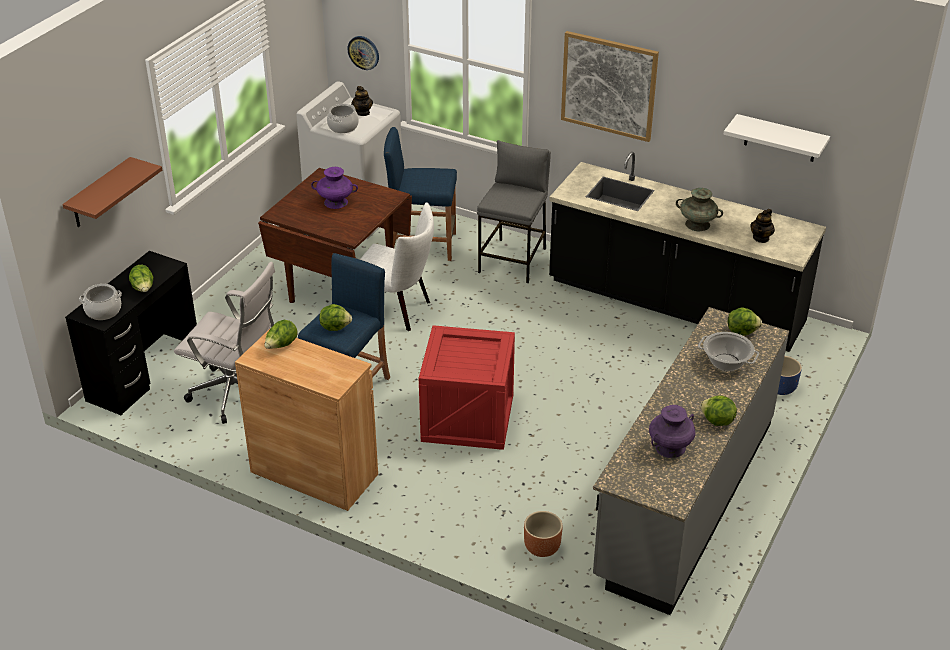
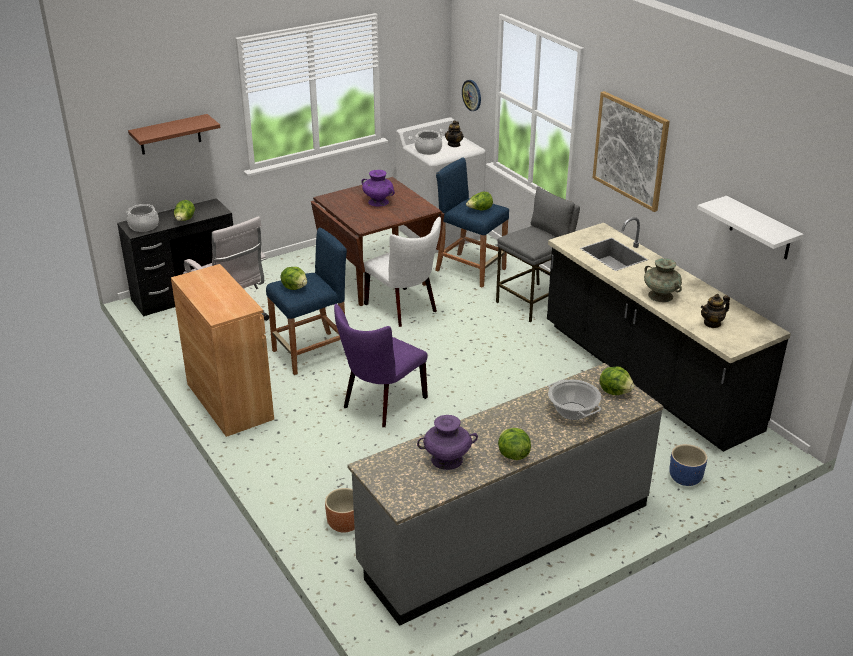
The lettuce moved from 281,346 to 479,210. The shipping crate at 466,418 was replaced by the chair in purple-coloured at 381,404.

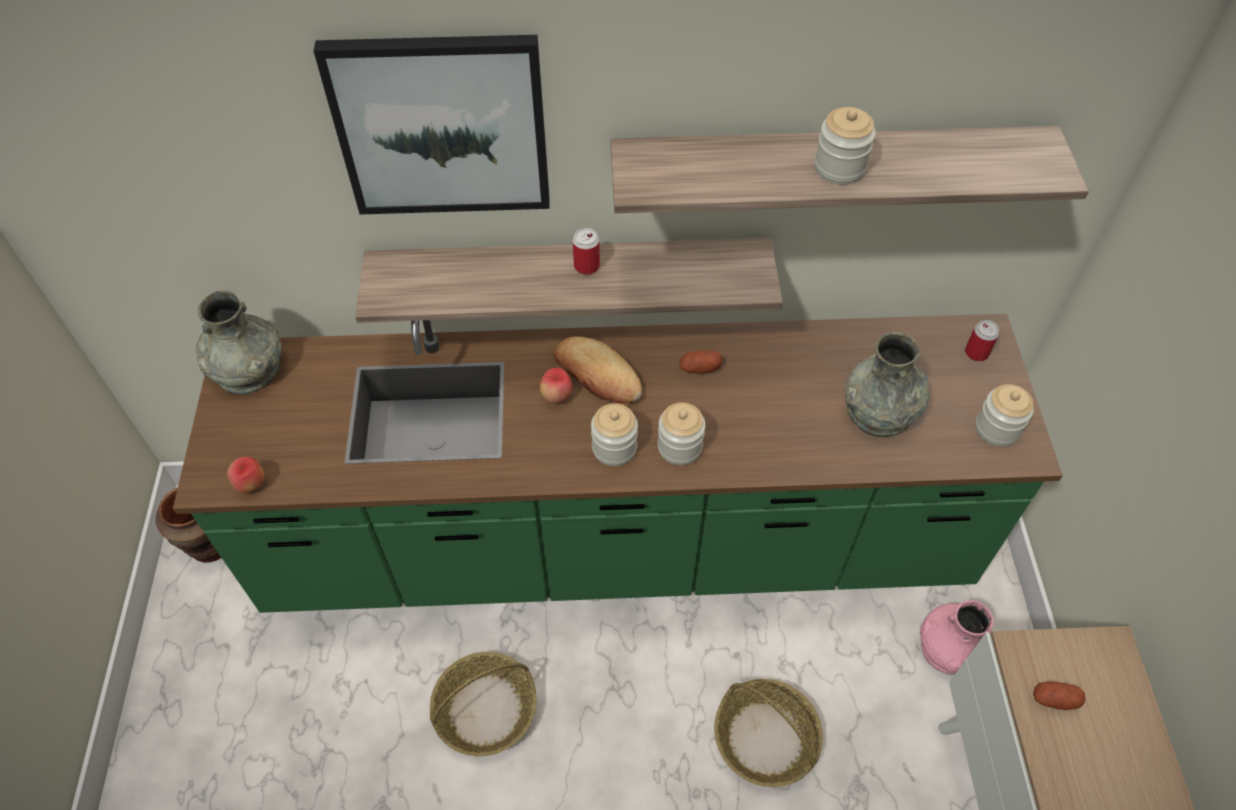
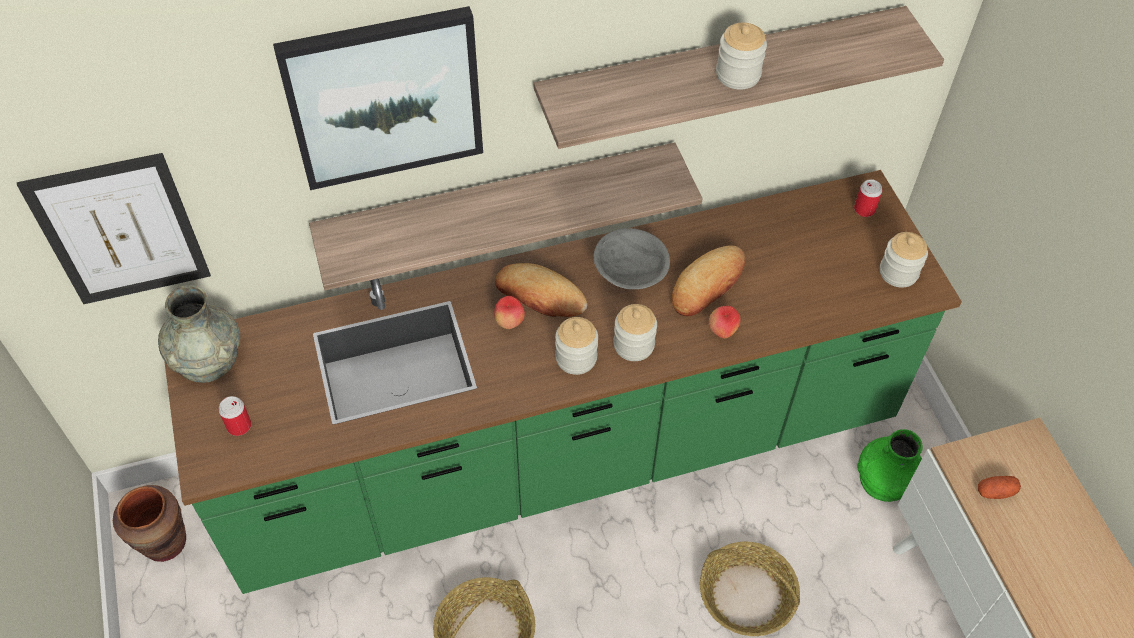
The apple moved from 251,484 to 722,331. The sealed can moved from 586,266 to 239,426. The whole potato at 699,368 was replaced by the bowl in grey at 630,271. The decorative vase in grey at 880,410 disappeared. The decorative vase in pink-coloured at 949,648 became the decorative vase in green-coloured at 885,478. The wall art at 120,231 appeared. The bread at 708,285 appeared.

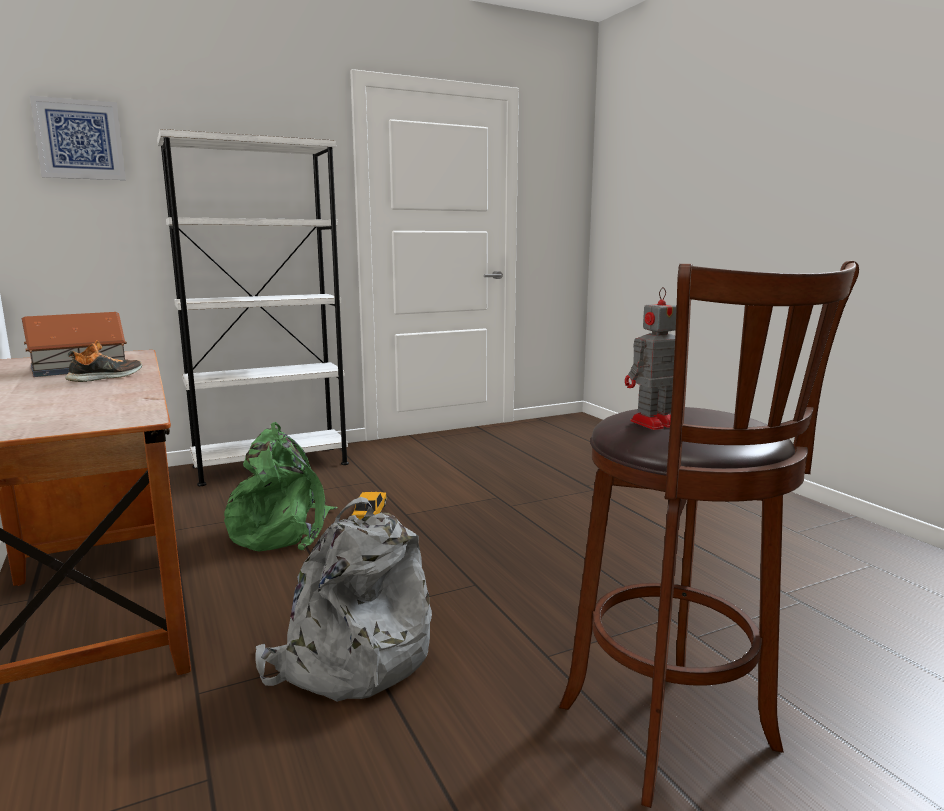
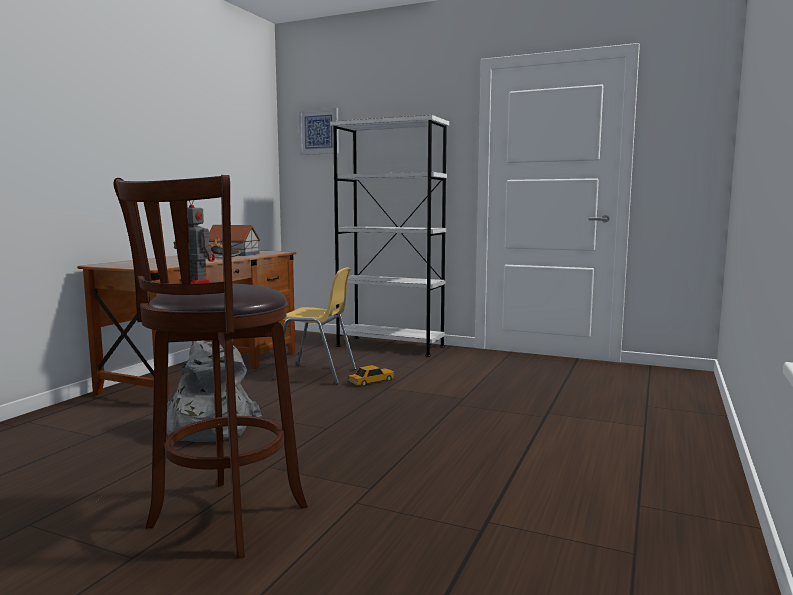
The rucksack in green-coloured at 282,530 was replaced by the chair in yellow-coloured at 317,374.

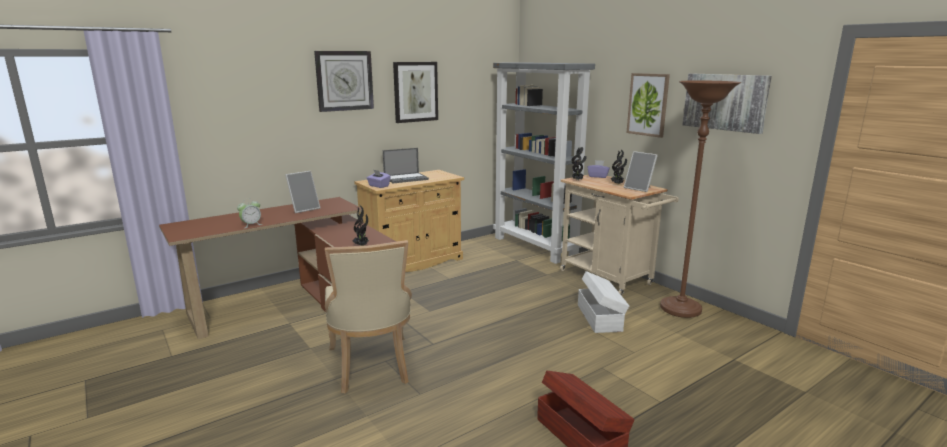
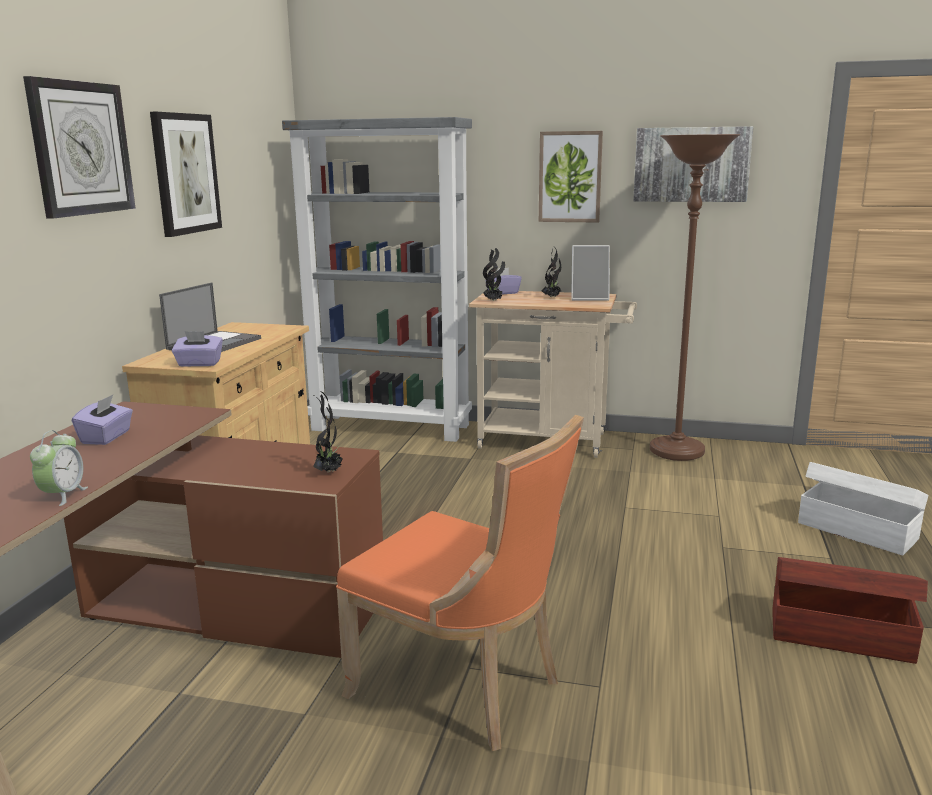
The standing frame at 304,209 was replaced by the box of tissues in purple-coloured at 106,437. The chair in beige-coloured at 371,366 became the chair in orange at 464,687. The storage box in whitish moved from 600,317 to 856,530.

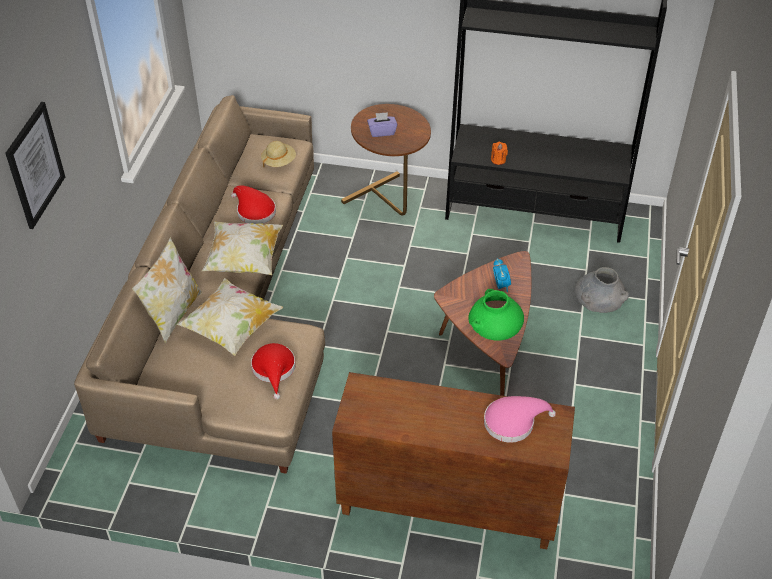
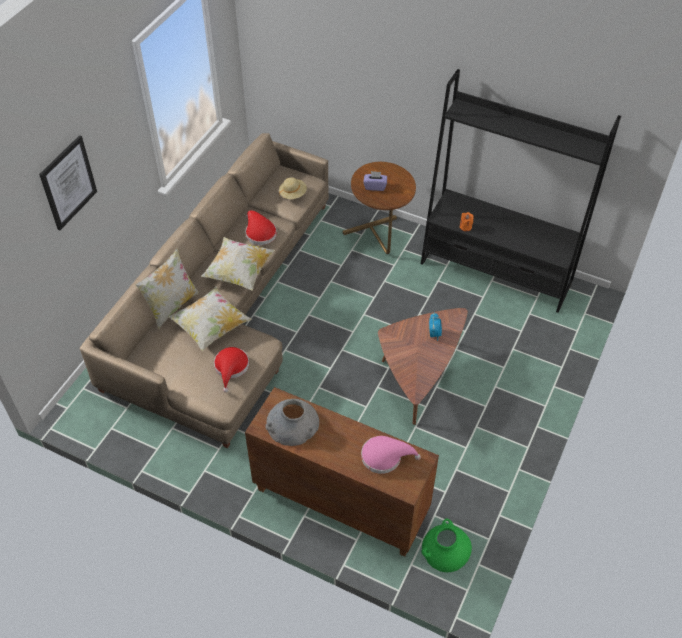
The decorative vase in green-coloured moved from 495,320 to 445,549. The decorative vase in grey moved from 600,295 to 293,424.

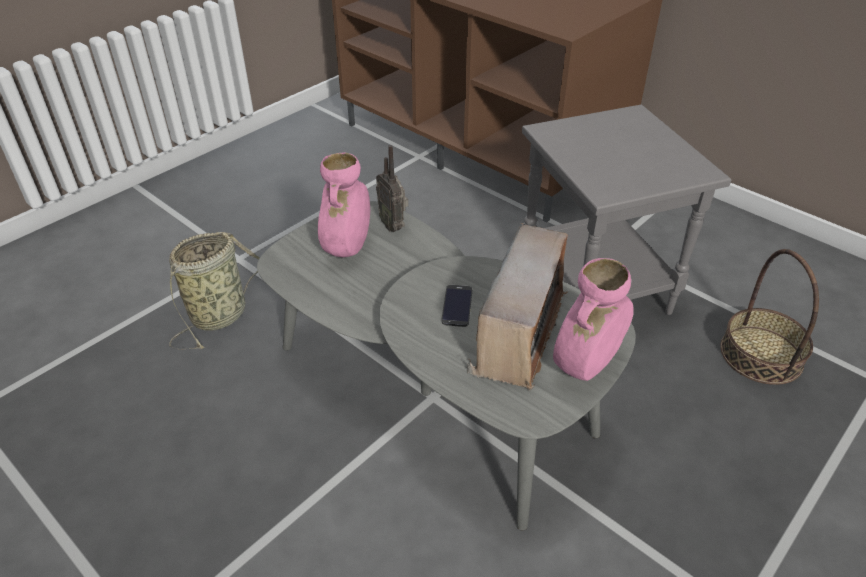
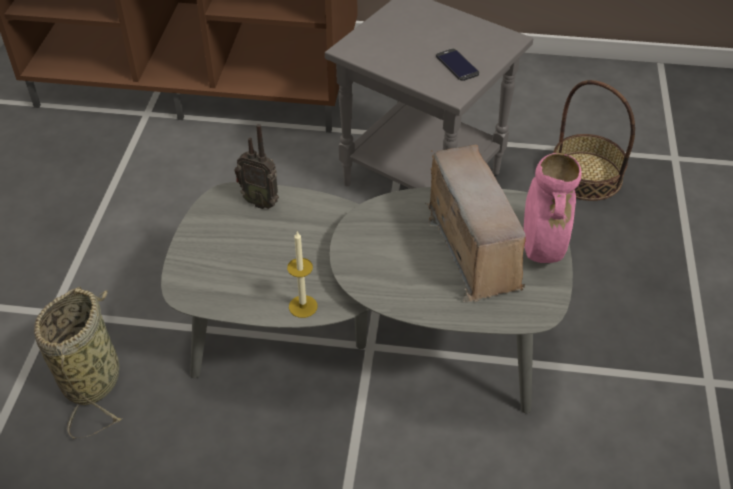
The decorative vase in pink-coloured at 348,248 disappeared. The handset moved from 457,306 to 457,65. The candle at 303,306 appeared.

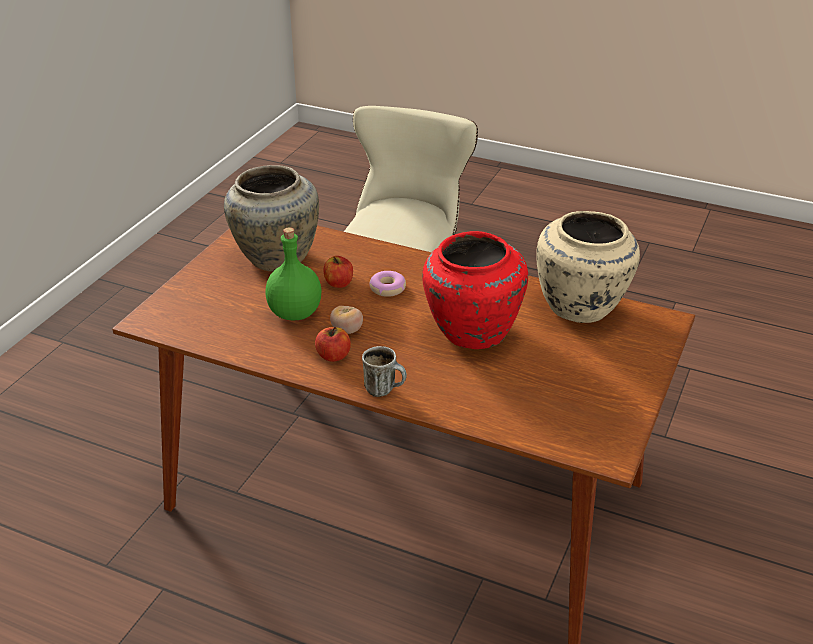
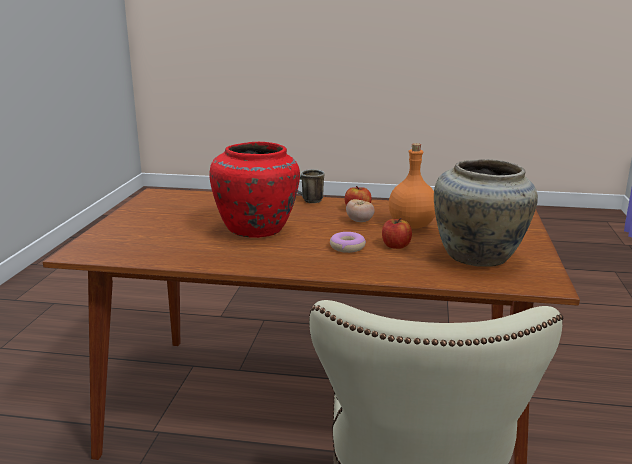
The bottle in green-coloured at 295,312 became the bottle in orange at 411,226. The decorative vase in beige-coloured at 581,308 disappeared.

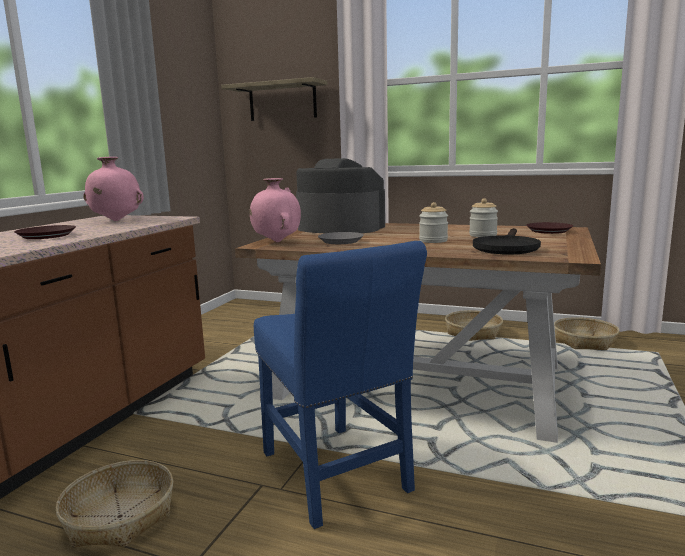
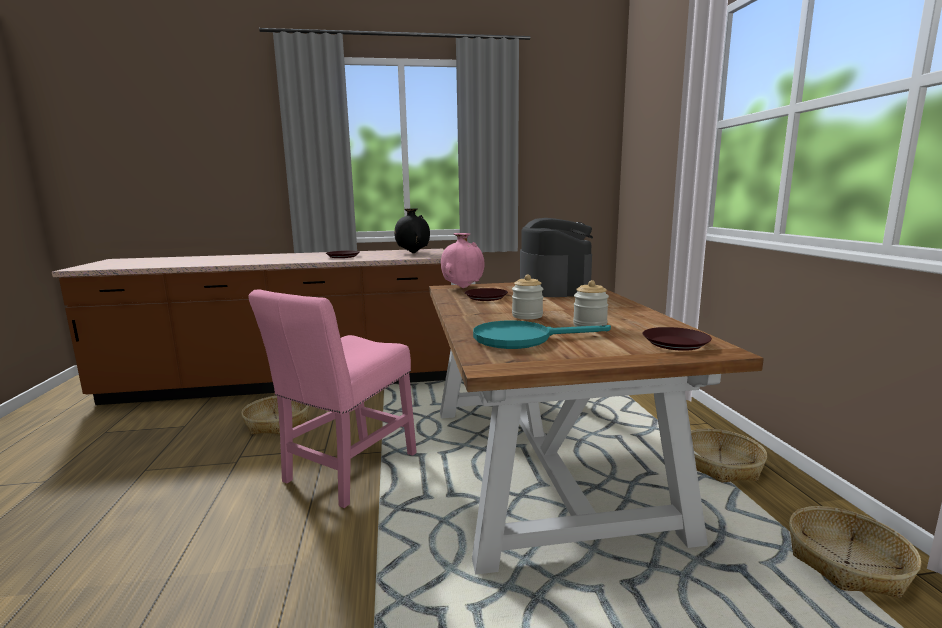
The decorative vase in pink-coloured at 116,221 became the decorative vase in blackish at 413,253. The wall shelf at 282,101 disappeared. The chair in bluish at 336,476 became the chair in pink-coloured at 347,471. The plate in grey at 340,241 became the plate in brownish at 485,298. The frying pan in blackish at 506,247 became the frying pan in blue-green at 523,339.

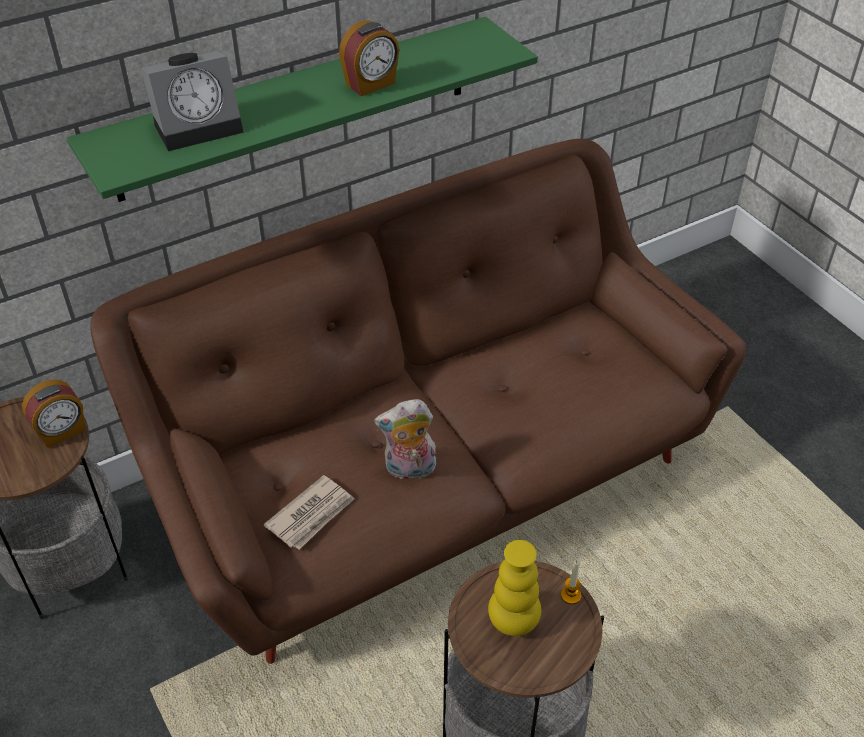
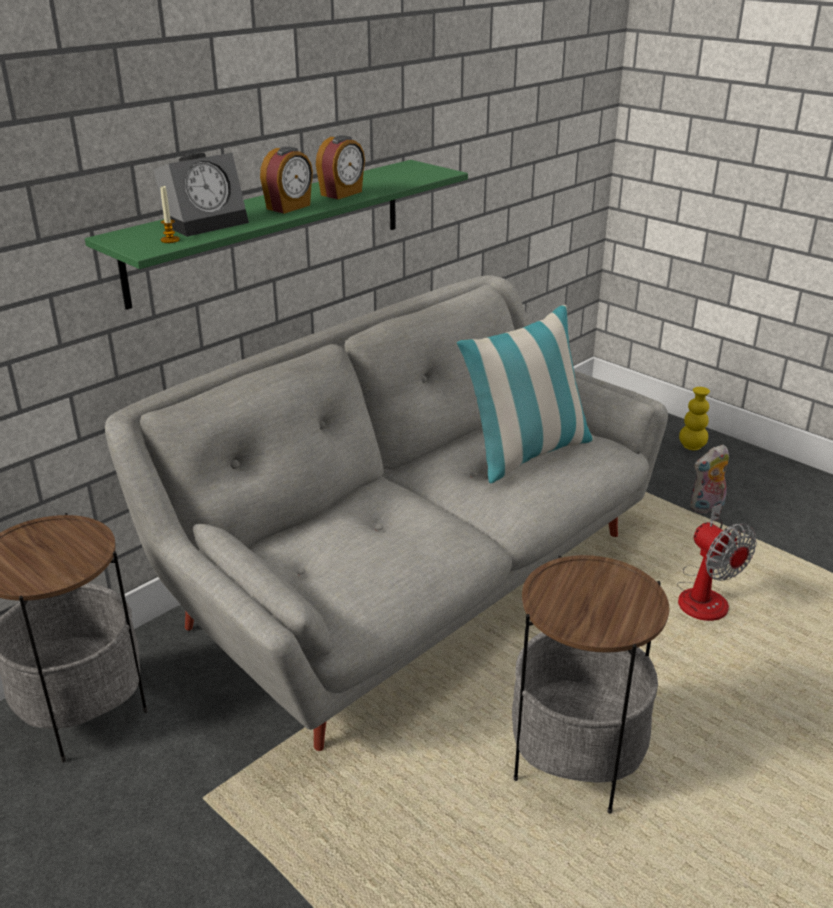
The bedside clock moved from 61,432 to 289,207. The settee in brownish at 432,478 became the settee in grey at 416,581. The newspaper at 311,515 disappeared. The soft toy moved from 409,470 to 706,508. The decorative vase in yellow-coloured moved from 513,621 to 691,447. The candle moved from 570,595 to 170,240. The pillow at 527,454 appeared. The cooling fan at 705,595 appeared.

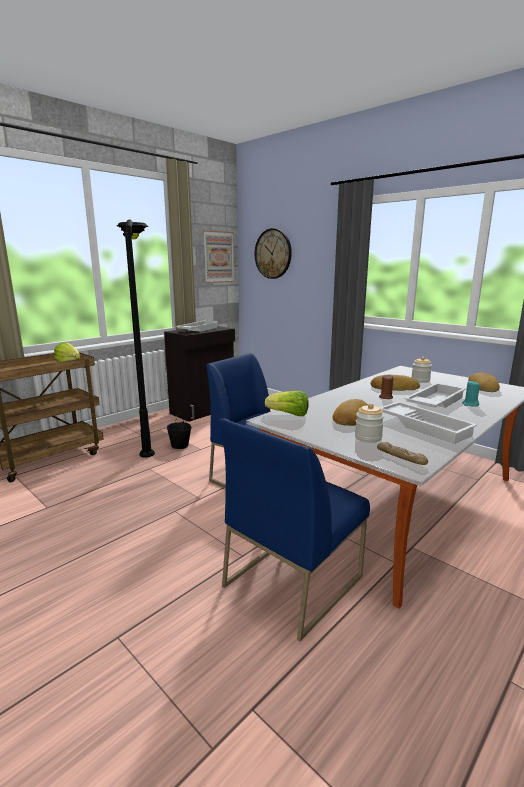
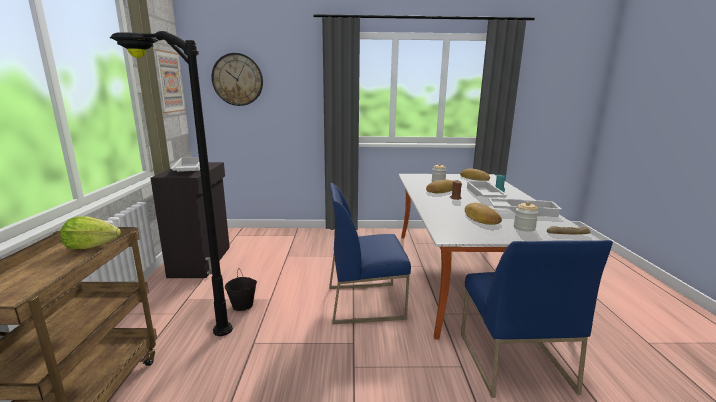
The lettuce at 289,415 disappeared.

